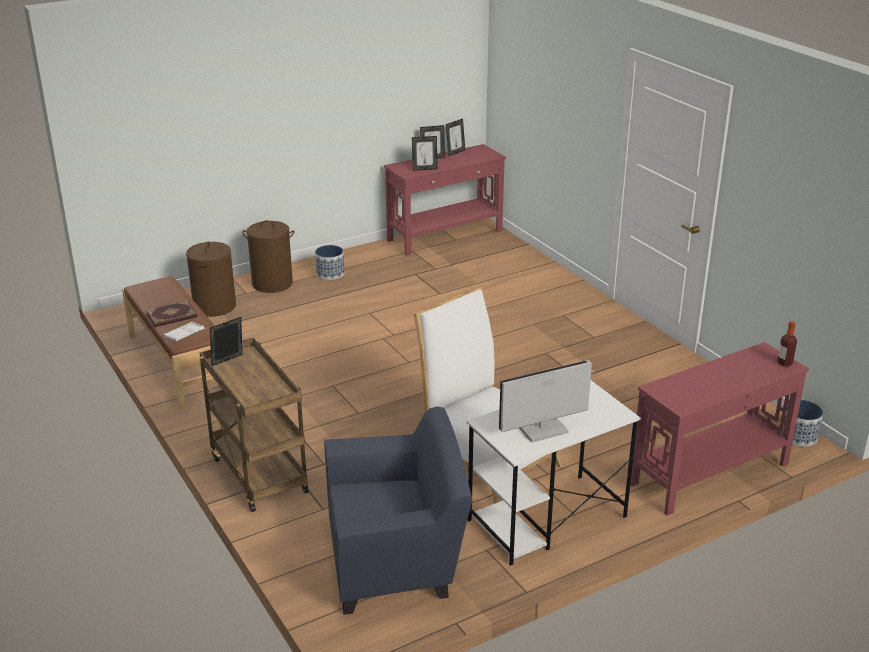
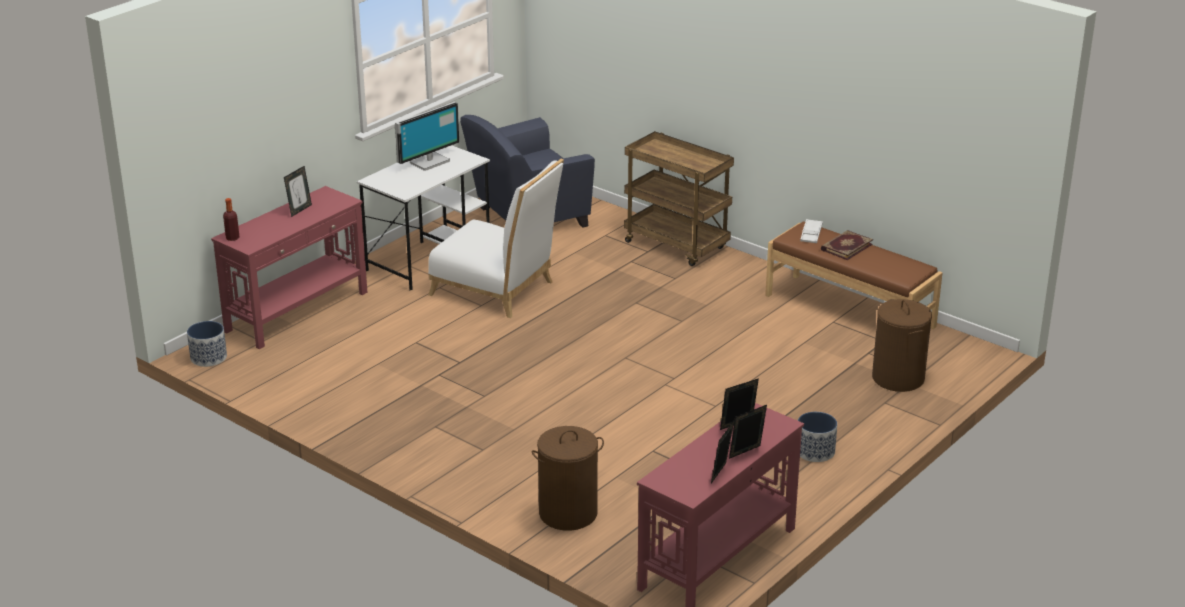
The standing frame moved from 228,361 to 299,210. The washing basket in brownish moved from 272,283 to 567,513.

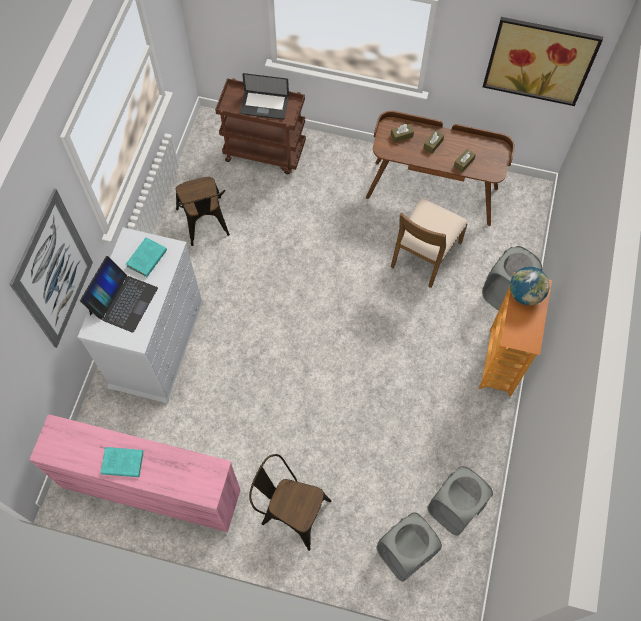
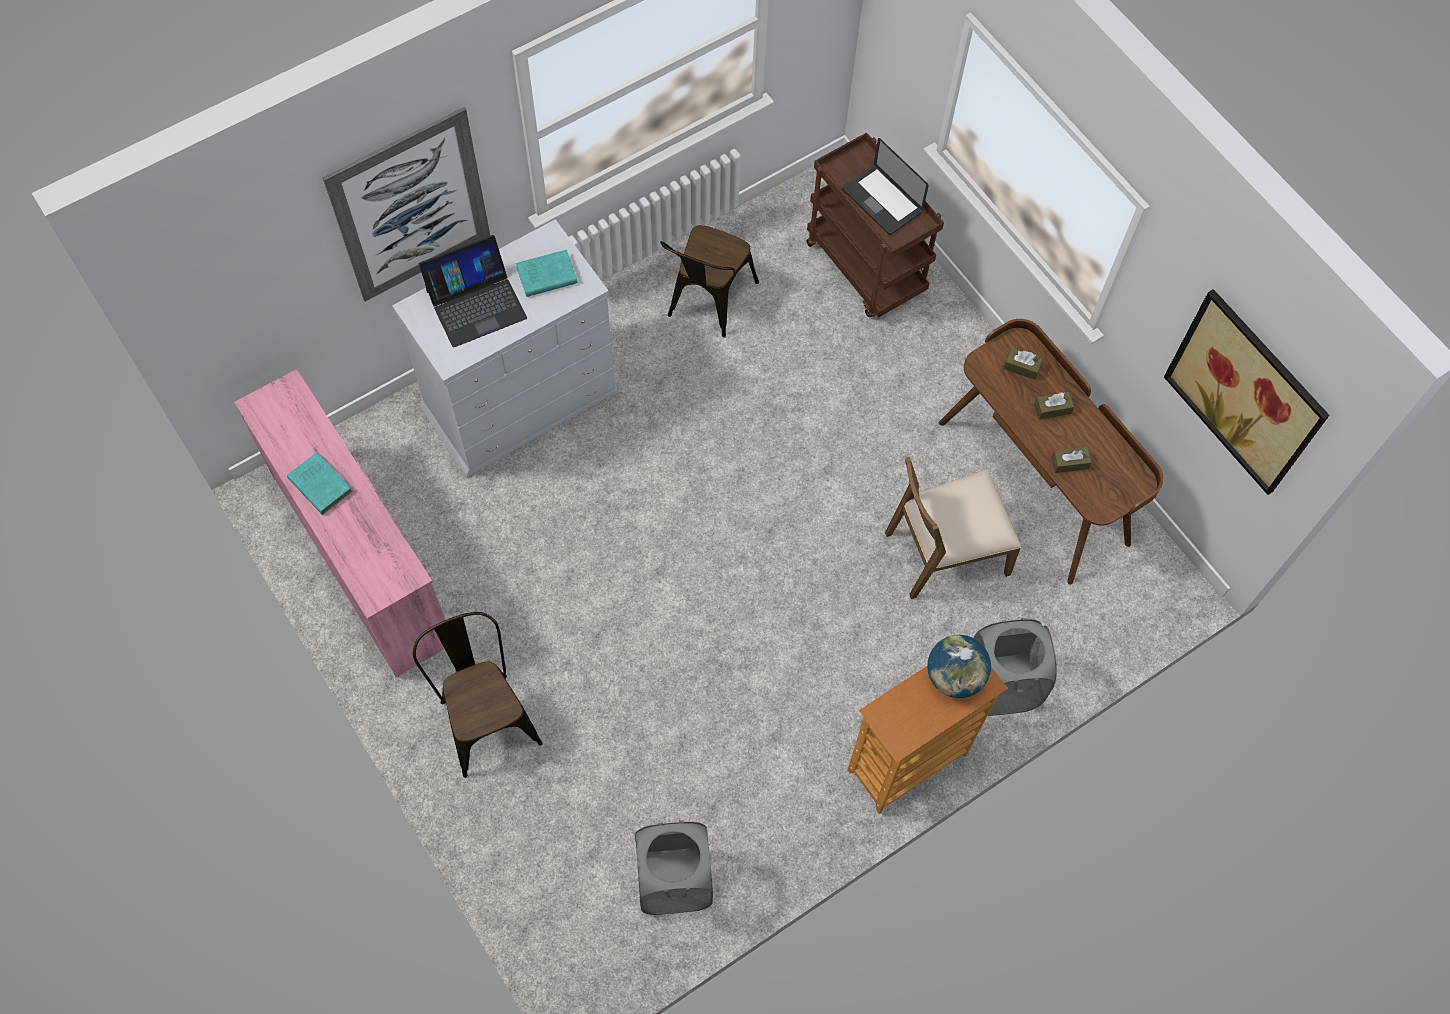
The washing basket in grey at 405,553 disappeared.

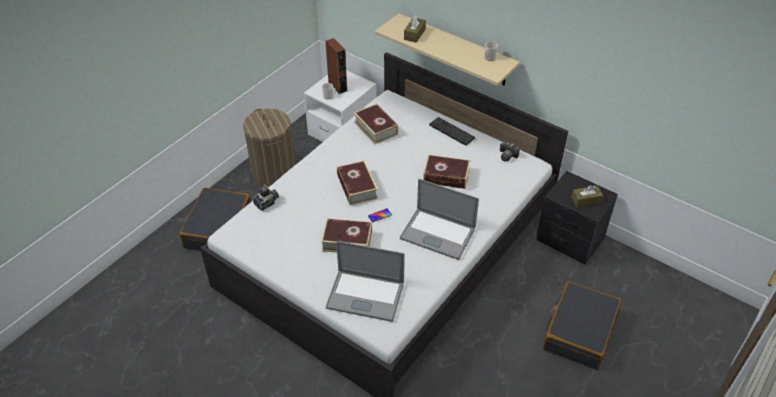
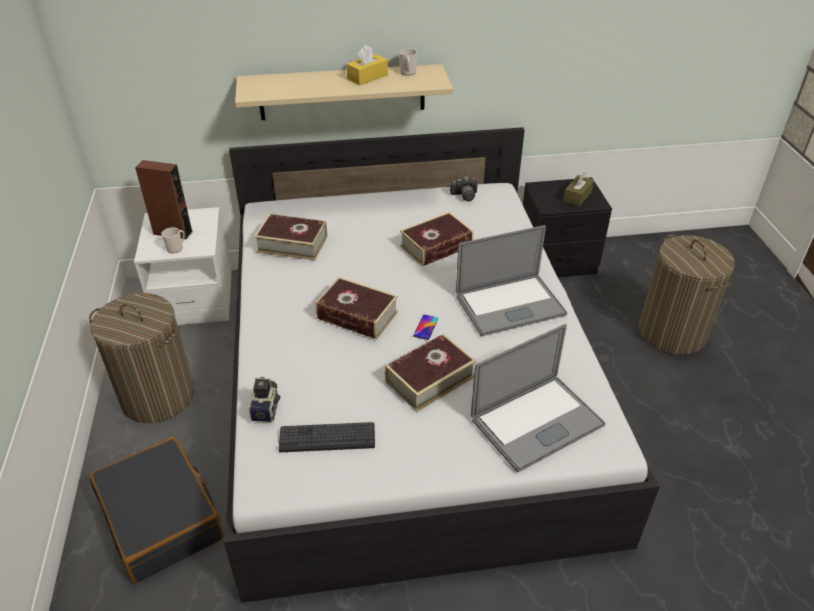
The box of tissues in brownish at 414,34 disappeared. The keyboard moved from 451,131 to 327,438. The piece of luggage in blackish at 579,332 was replaced by the washing basket at 672,333. The box of tissues in yellow-coloured at 367,77 appeared.

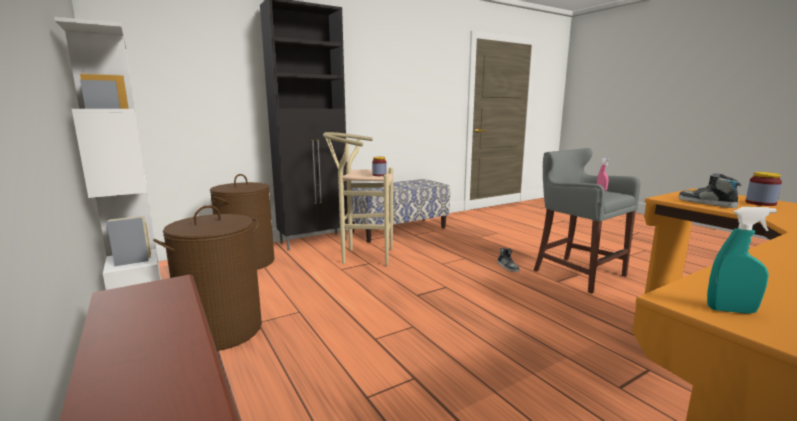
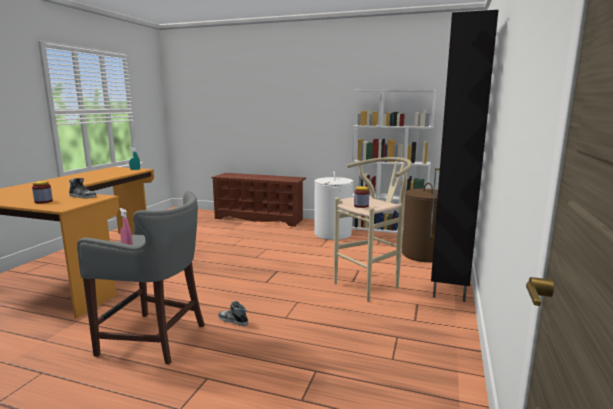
The washing basket in brownish at 222,330 became the washing basket in whitish at 333,234. The indoor bench at 398,229 disappeared.

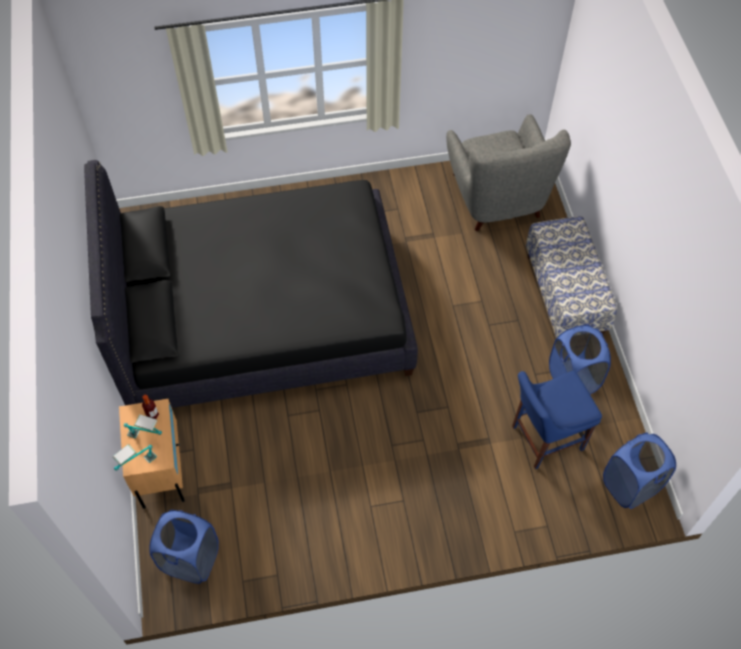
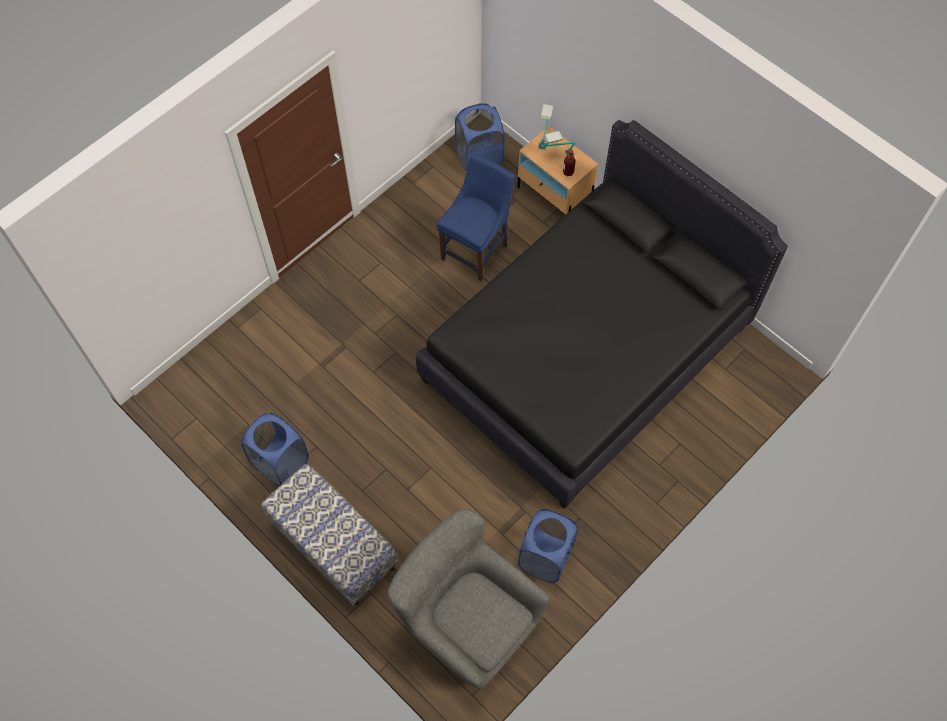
The chair in bluish moved from 543,438 to 476,250. The washing basket in bluish moved from 630,485 to 545,557.

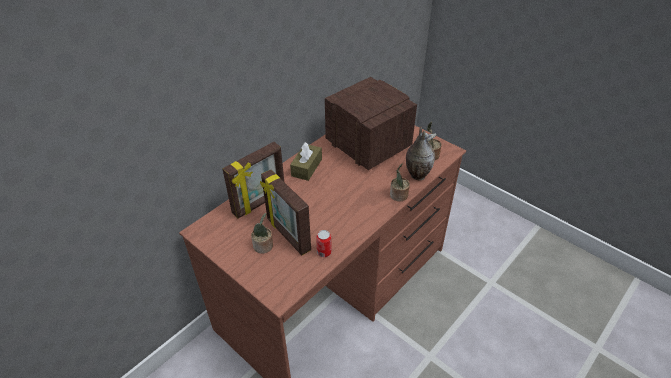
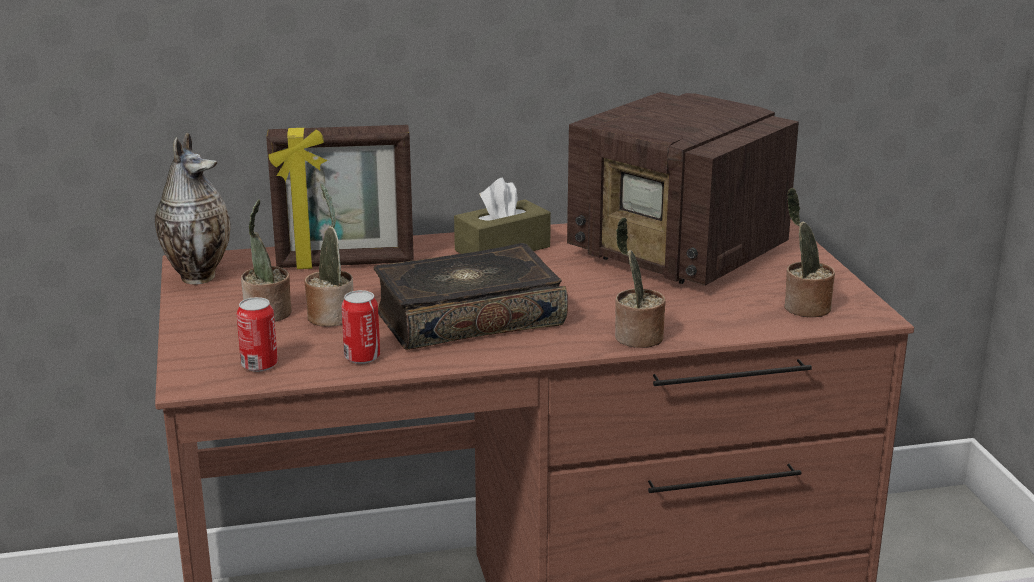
The standing frame at 287,235 was replaced by the potted plant at 331,315. The radio at 367,144 turned 135 degrees clockwise. The decorative vase moved from 417,175 to 198,275. The sealed can at 259,365 appeared. The book at 468,318 appeared.

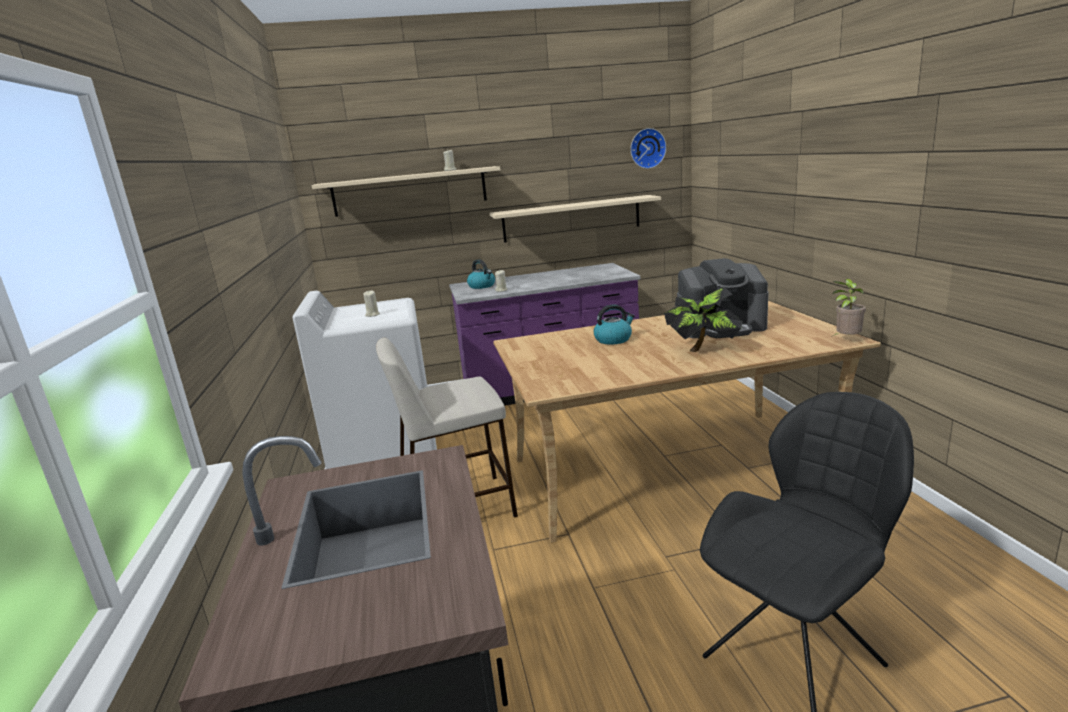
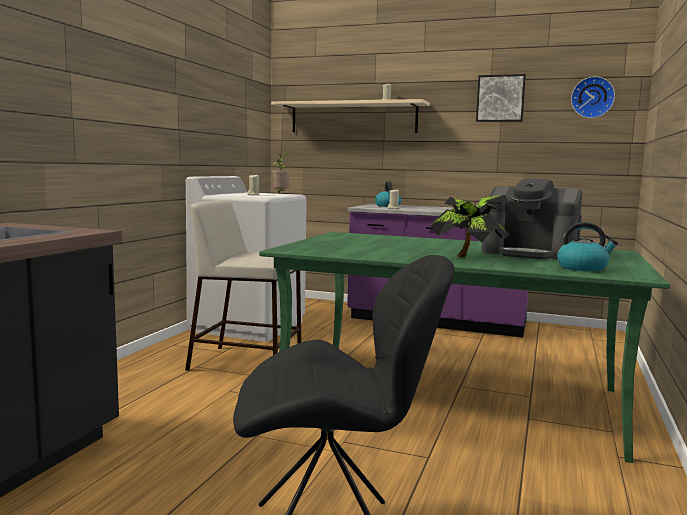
The wall shelf in beige-coloured at 571,218 disappeared. The kitchen table in beige-coloured at 671,468 became the kitchen table in green-coloured at 451,395. The kettle moved from 613,339 to 583,268. The potted plant moved from 846,339 to 281,194. The wall art at 500,98 appeared.

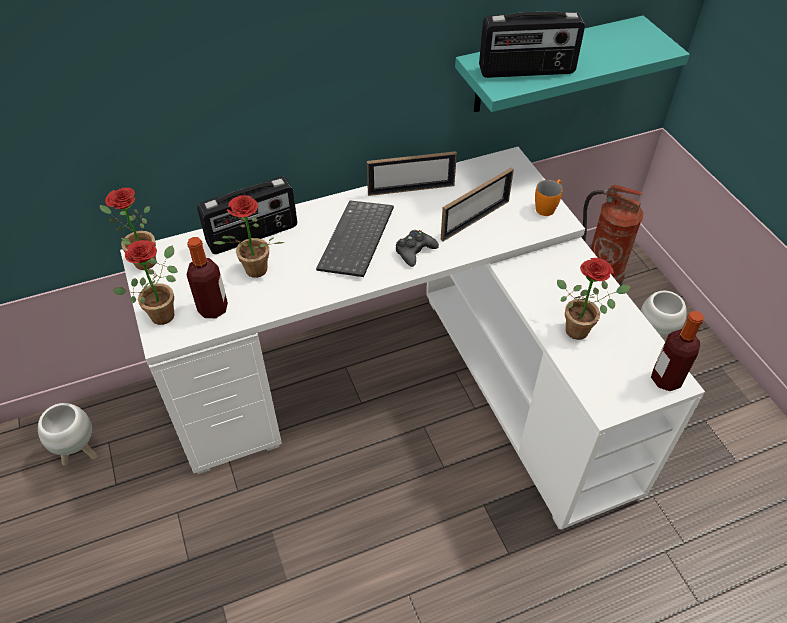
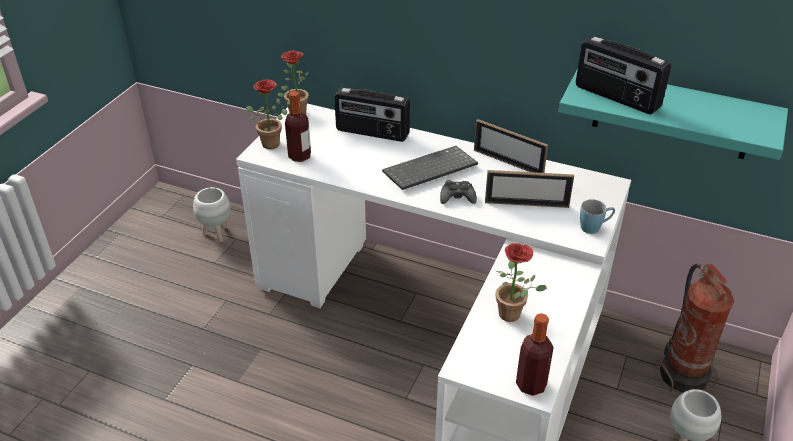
The potted plant at 253,273 disappeared. The mug in orange at 547,206 became the mug in bluish at 594,227.

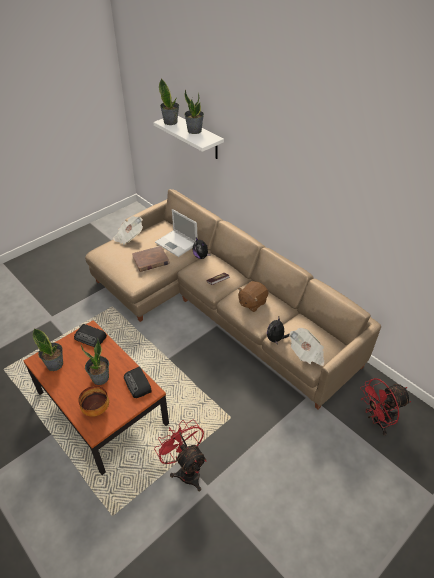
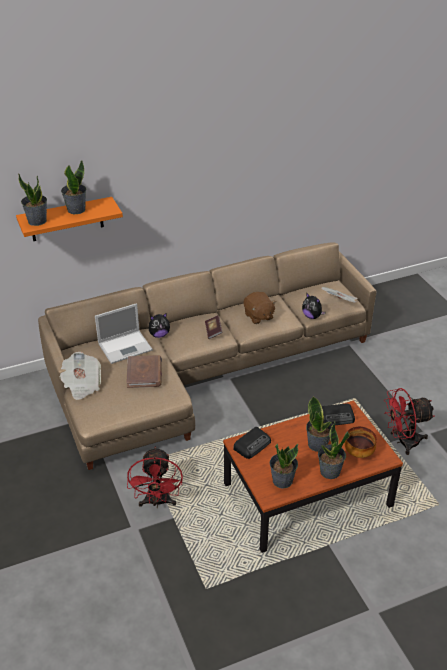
The wall shelf in whitish at 198,137 became the wall shelf in orange at 66,219. The cooling fan in red moved from 377,421 to 157,502. The potted plant at 329,471 appeared.

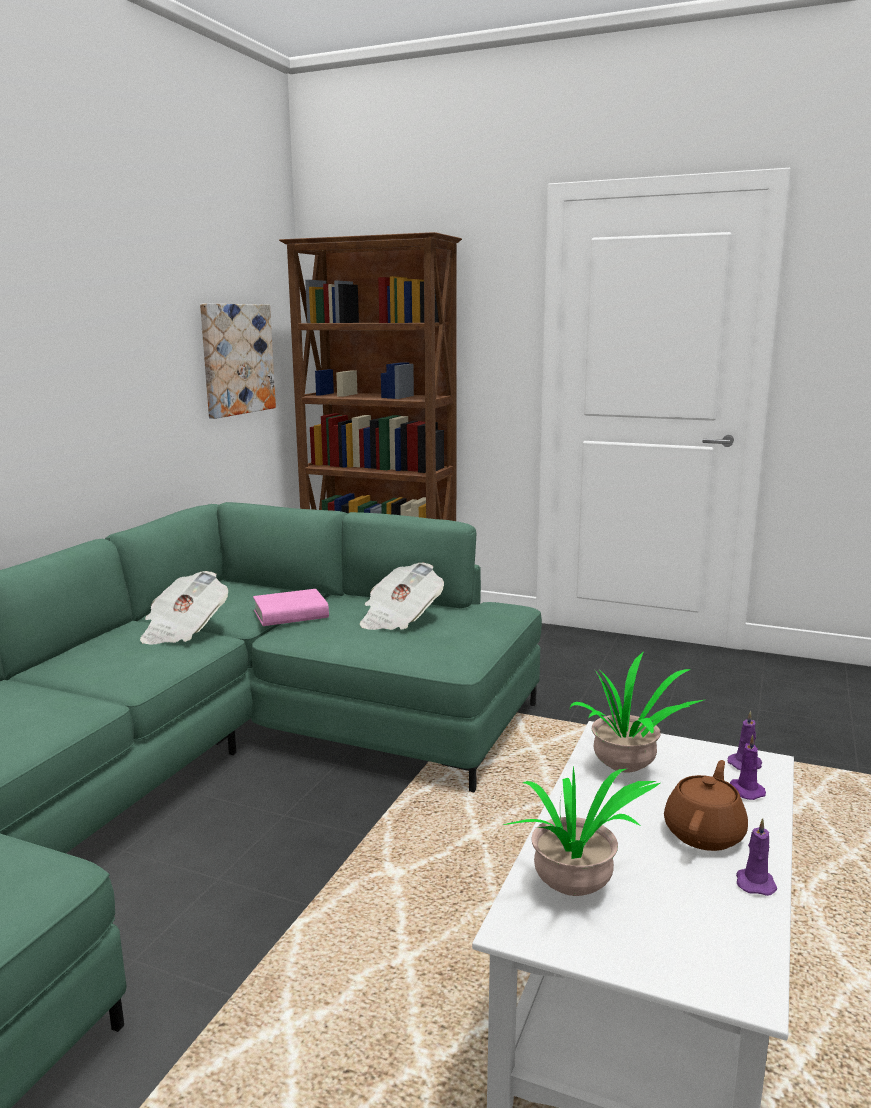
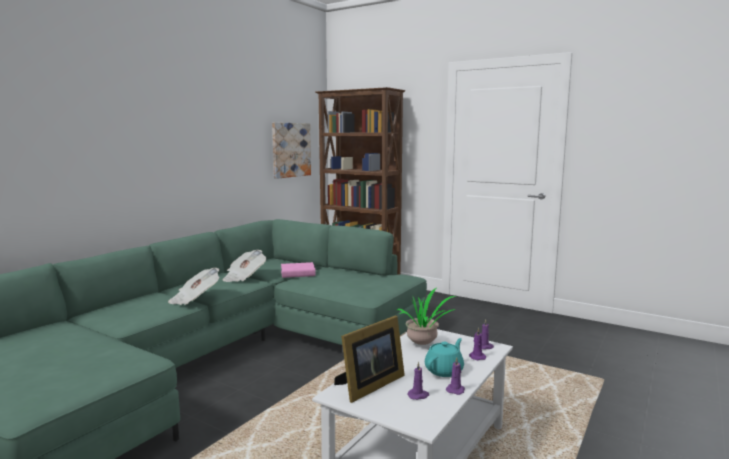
The newspaper moved from 399,619 to 195,299. The potted plant at 577,892 was replaced by the standing frame at 369,385. The tea pot in brownish at 705,833 became the tea pot in blue-green at 444,370. The candle in purple-coloured at 418,395 appeared.

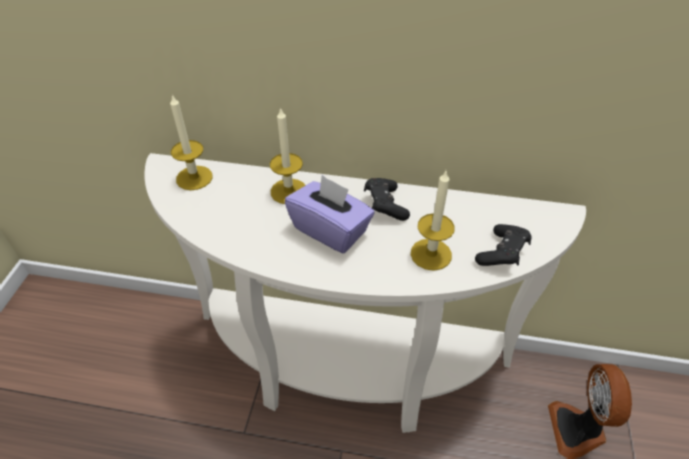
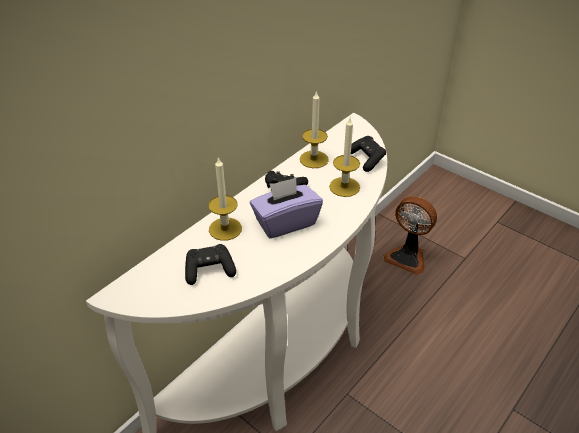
The candle moved from 194,178 to 314,159. The game controller in blackish at 209,270 appeared.

